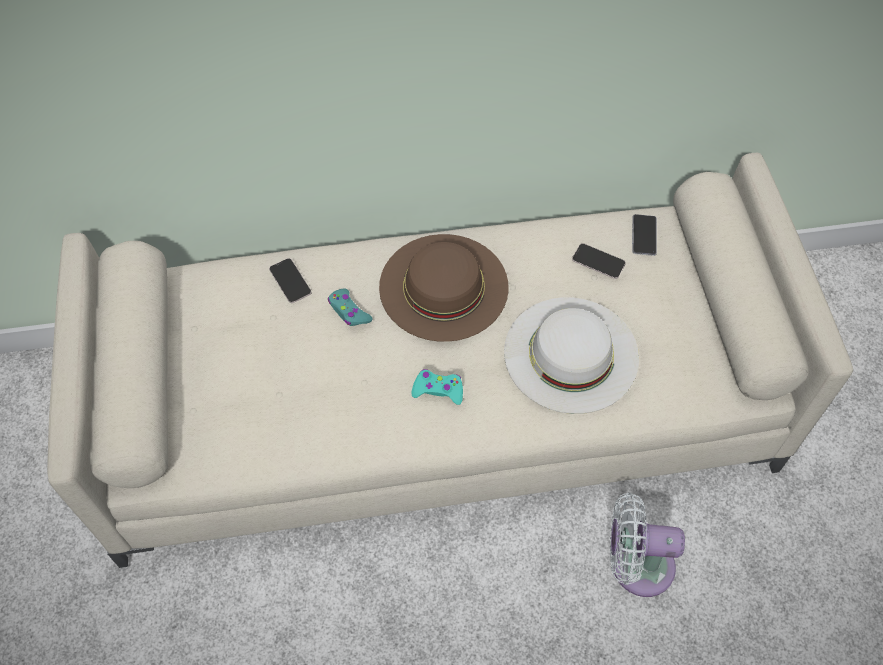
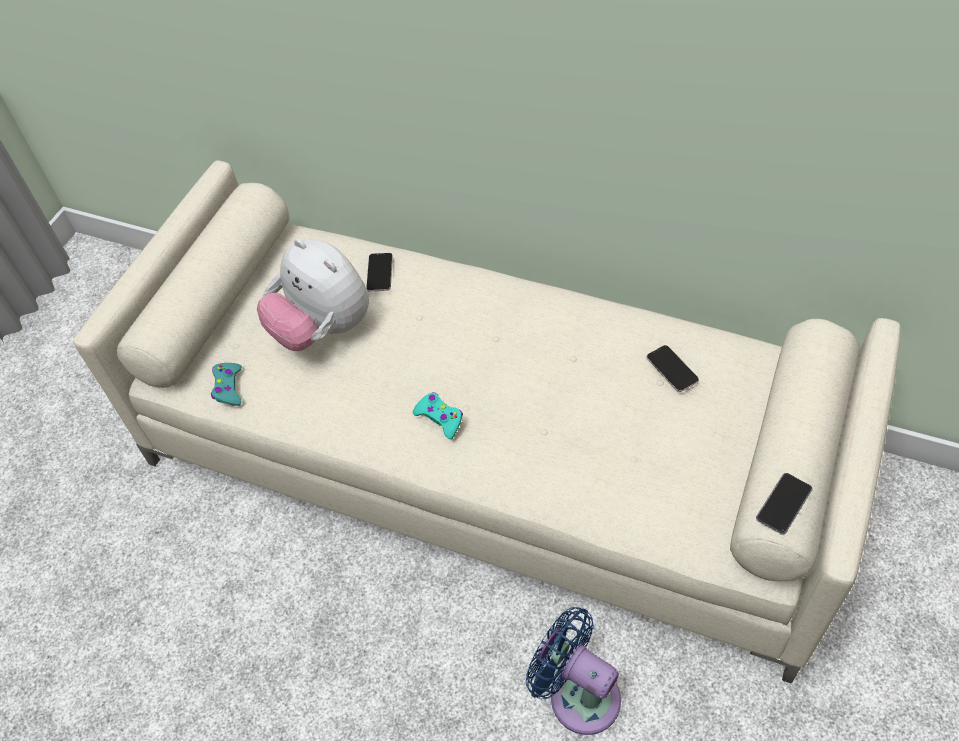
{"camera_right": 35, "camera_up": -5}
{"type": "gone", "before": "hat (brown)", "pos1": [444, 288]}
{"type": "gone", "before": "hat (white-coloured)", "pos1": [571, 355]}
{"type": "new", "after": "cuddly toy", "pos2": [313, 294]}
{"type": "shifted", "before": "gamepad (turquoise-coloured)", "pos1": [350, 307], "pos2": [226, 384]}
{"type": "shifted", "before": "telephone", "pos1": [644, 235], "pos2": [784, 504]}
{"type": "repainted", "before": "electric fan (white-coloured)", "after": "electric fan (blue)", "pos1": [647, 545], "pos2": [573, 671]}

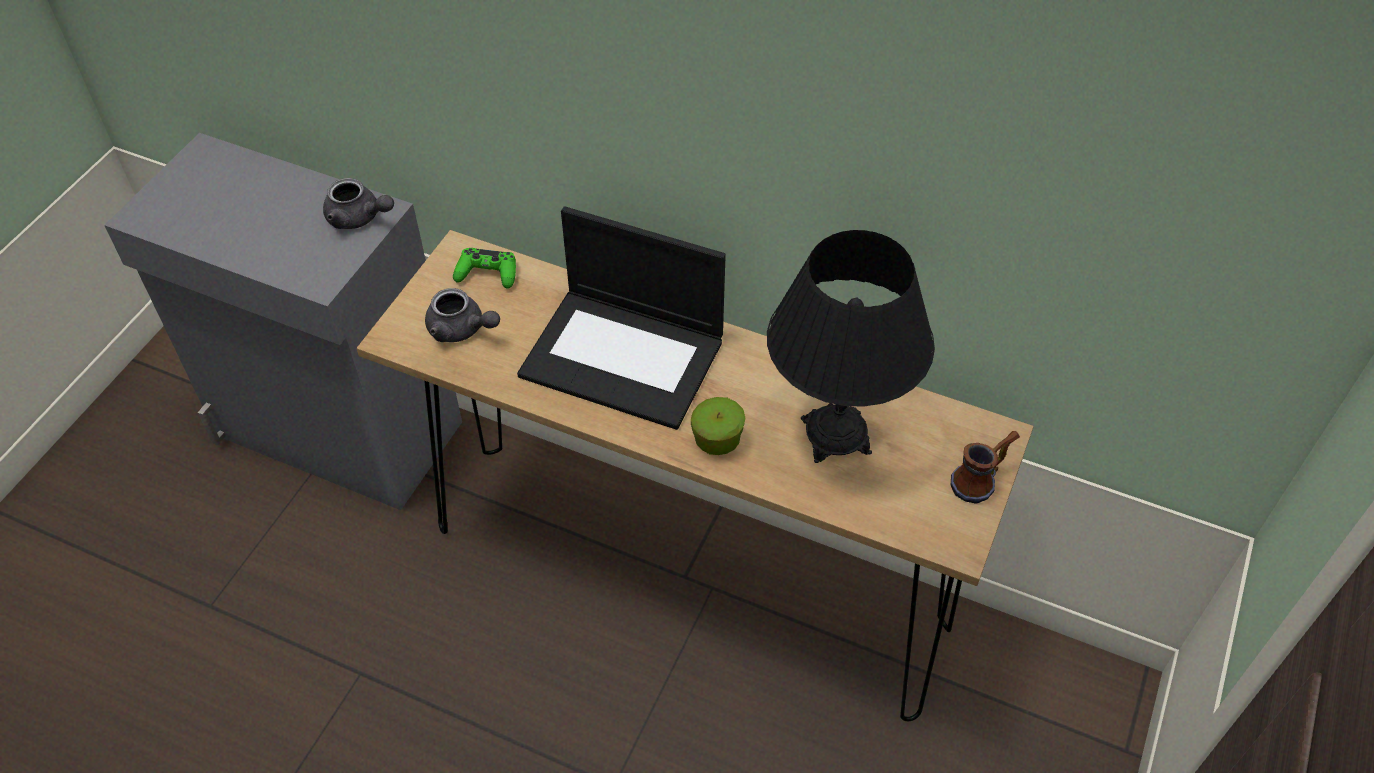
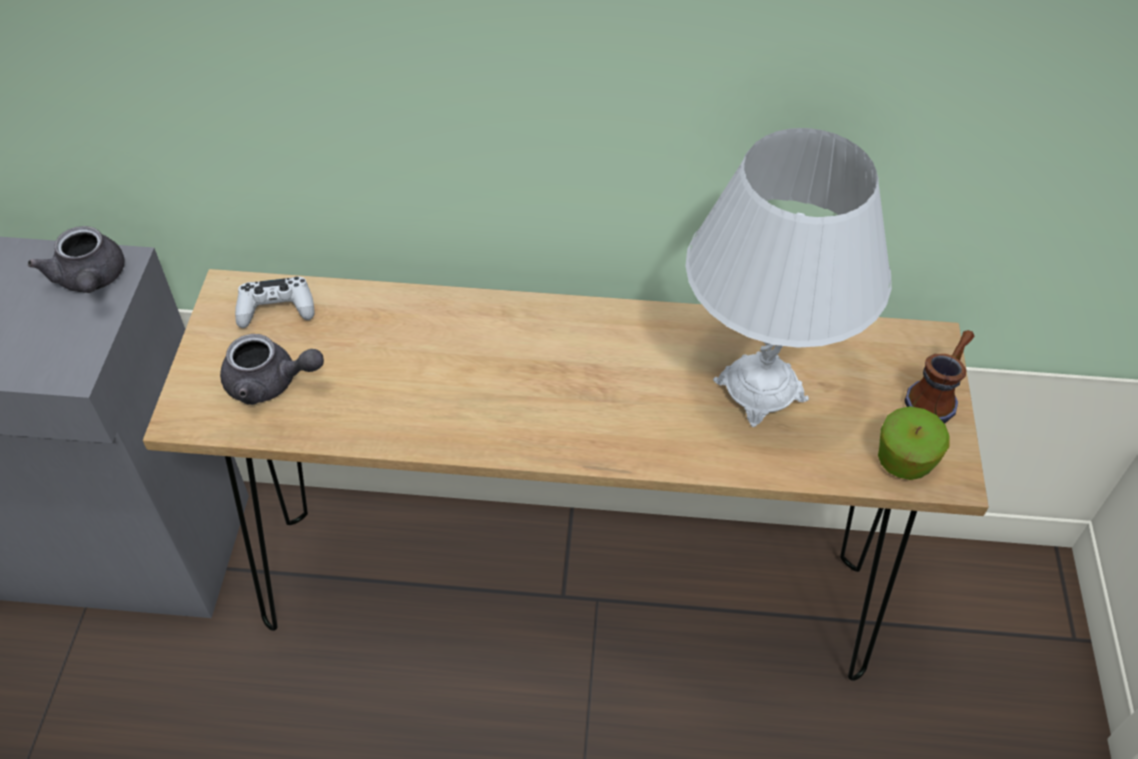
{"camera_right": -20, "camera_up": 0}
{"type": "gone", "before": "notebook computer", "pos1": [621, 318]}
{"type": "shifted", "before": "apple", "pos1": [718, 426], "pos2": [914, 443]}
{"type": "repainted", "before": "gamepad (green)", "after": "gamepad (white-coloured)", "pos1": [484, 268], "pos2": [275, 302]}
{"type": "repainted", "before": "lamp for a table (black-coloured)", "after": "lamp for a table (white-coloured)", "pos1": [851, 346], "pos2": [788, 277]}
{"type": "rotated", "before": "teapot (greyish)", "pos1": [358, 203], "pos2": [76, 259], "turn": 60}

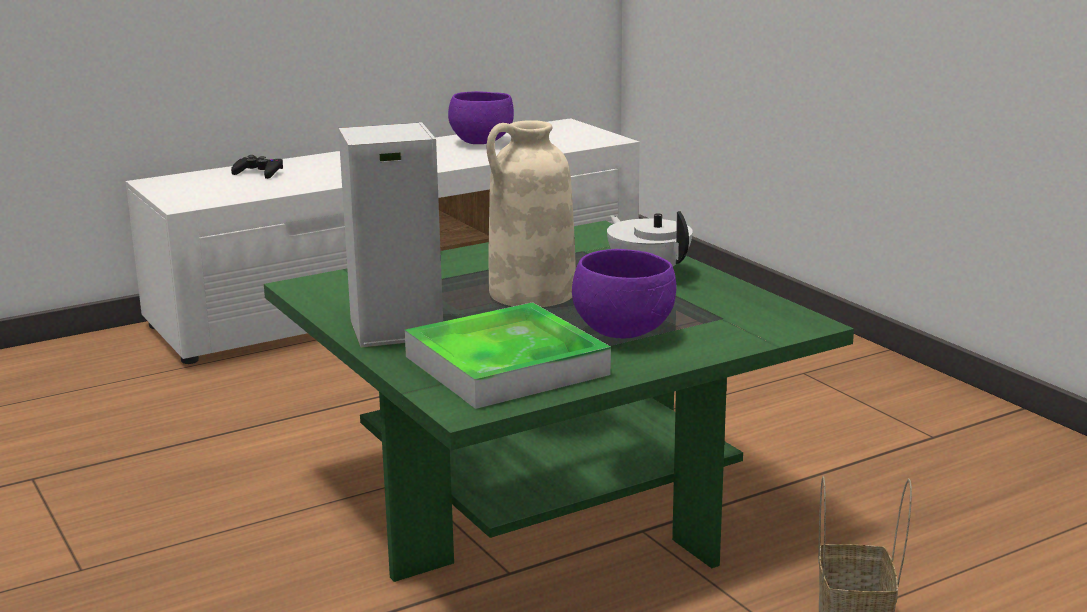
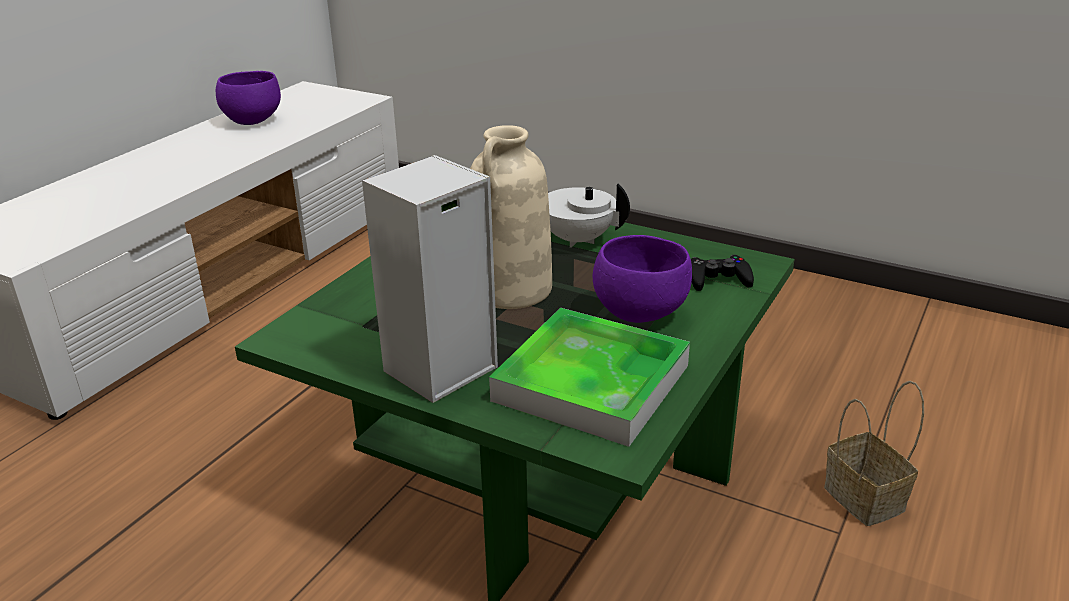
{"camera_right": -30, "camera_up": 10}
{"type": "shifted", "before": "gamepad (black-coloured)", "pos1": [257, 167], "pos2": [722, 273]}

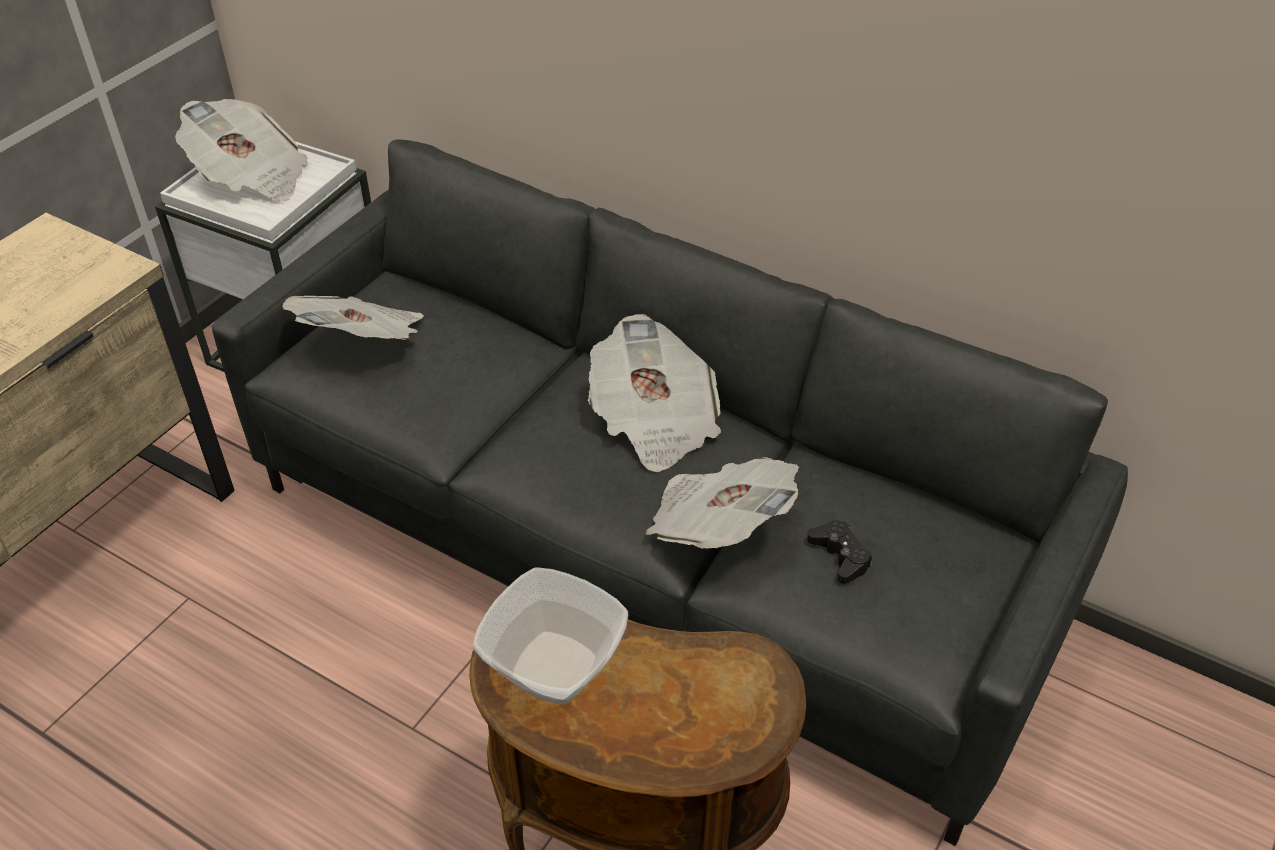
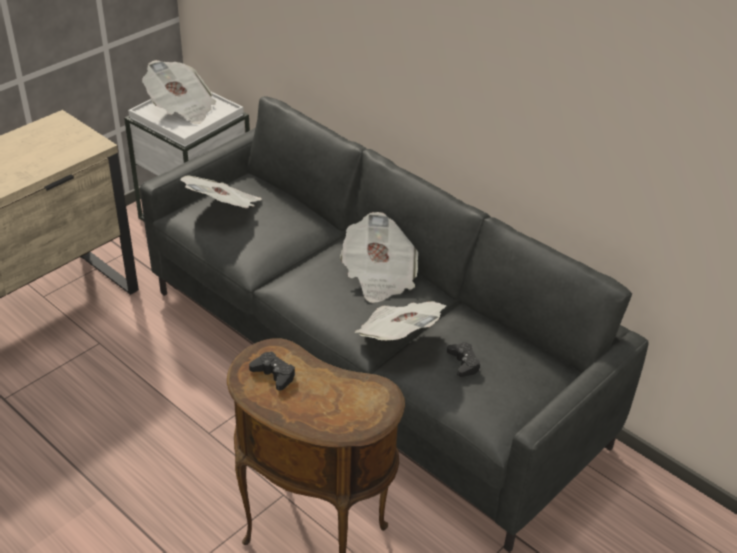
{"camera_right": 10, "camera_up": -5}
{"type": "swapped", "before": "deep dish", "after": "gamepad (black-coloured)", "pos1": [550, 635], "pos2": [272, 371]}

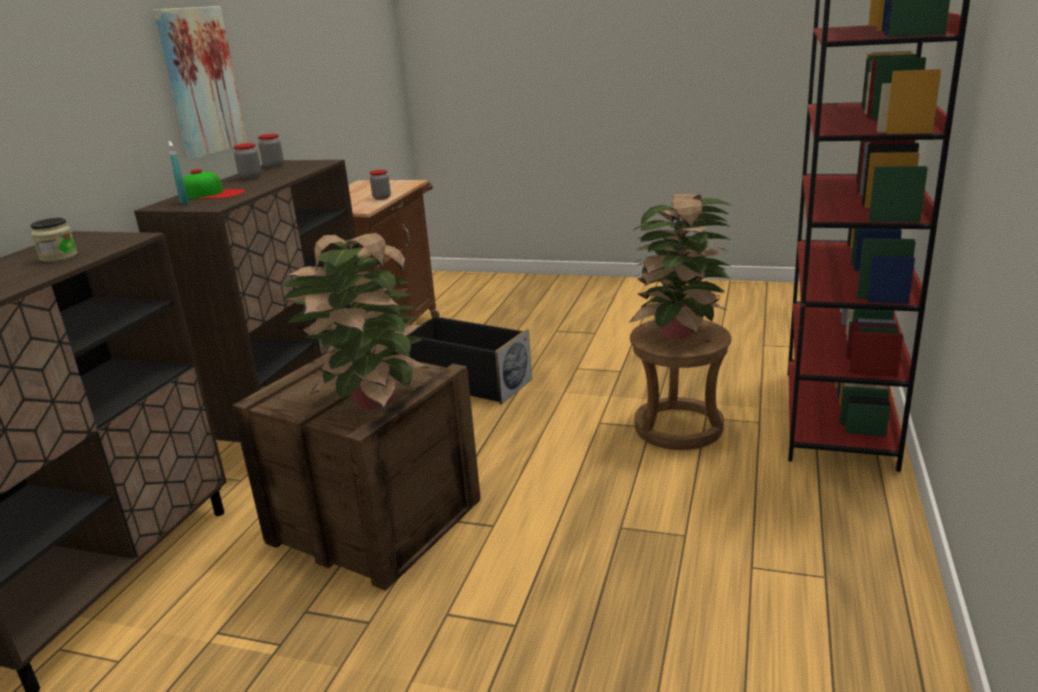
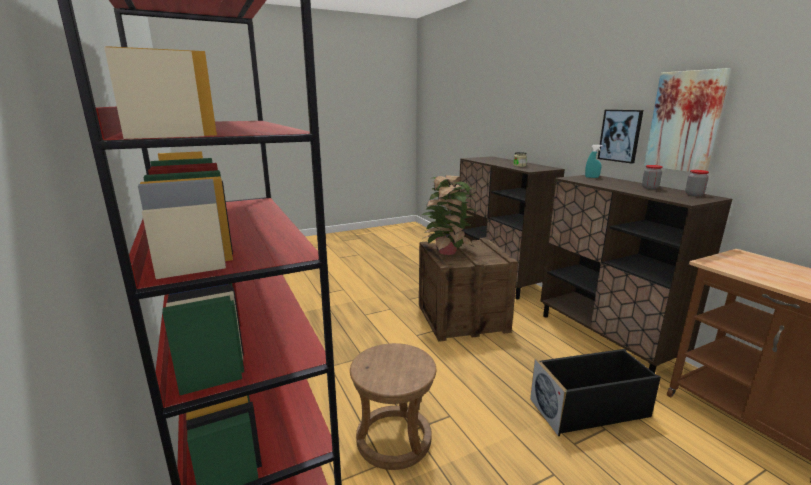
{"camera_right": 135, "camera_up": -5}
{"type": "gone", "before": "peaked cap", "pos1": [214, 184]}
{"type": "gone", "before": "storage jar", "pos1": [380, 185]}
{"type": "gone", "before": "plant in a pot", "pos1": [680, 266]}
{"type": "new", "after": "wall art", "pos2": [620, 137]}

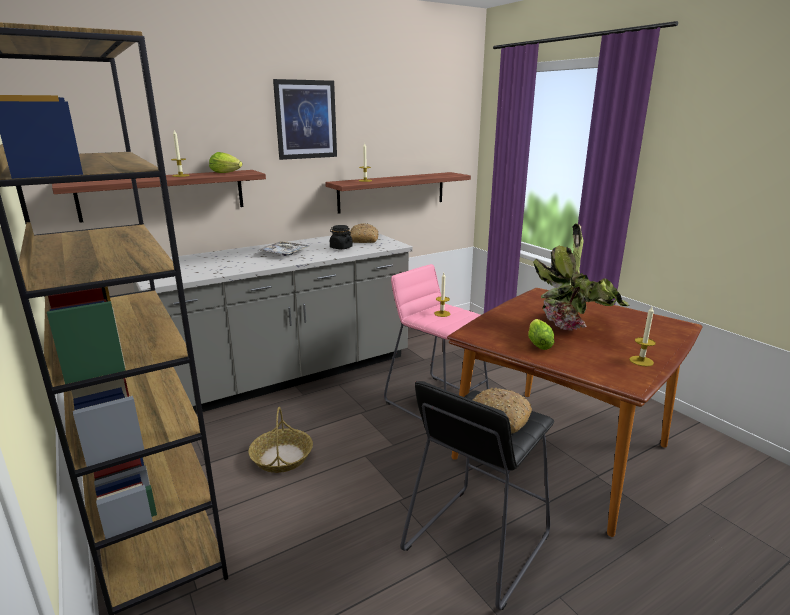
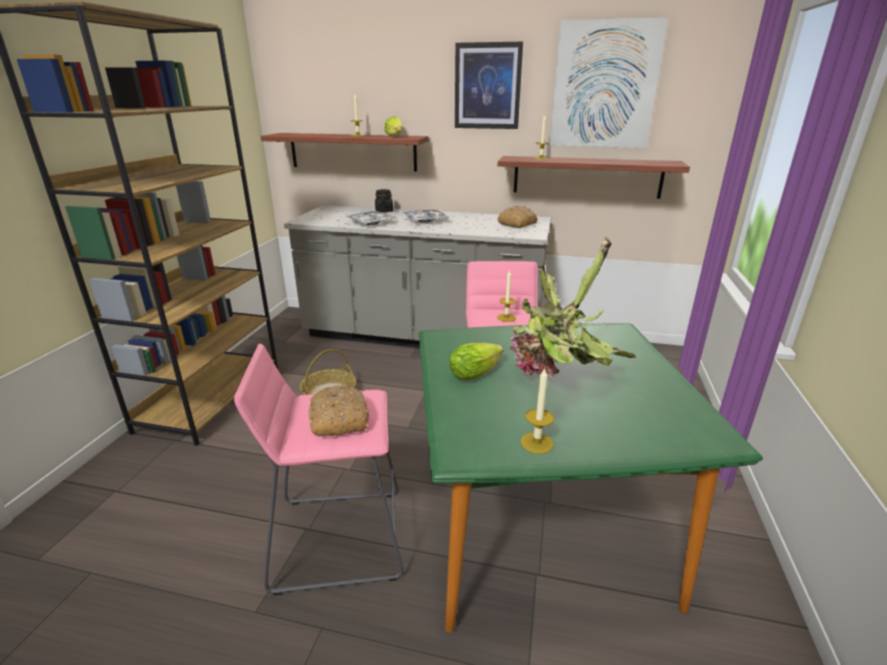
{"camera_right": 45, "camera_up": 5}
{"type": "new", "after": "tray", "pos2": [371, 218]}
{"type": "new", "after": "wall art", "pos2": [608, 83]}
{"type": "shifted", "before": "storage jar (black-coloured)", "pos1": [341, 237], "pos2": [384, 201]}
{"type": "repainted", "before": "stool (black-coloured)", "after": "stool (pinkish)", "pos1": [477, 495], "pos2": [318, 469]}
{"type": "repainted", "before": "dining table (brown)", "after": "dining table (green)", "pos1": [575, 412], "pos2": [591, 478]}

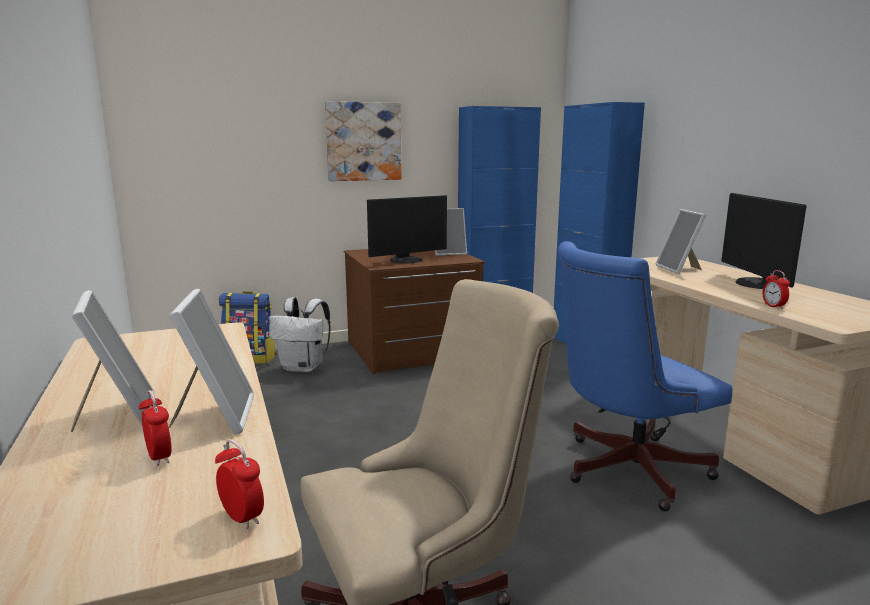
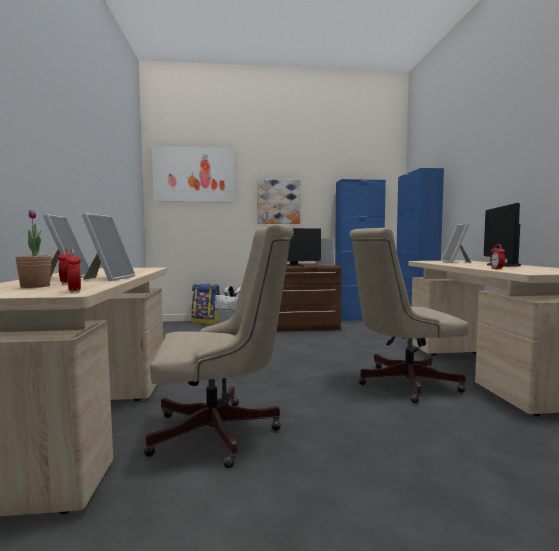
{"camera_right": 15, "camera_up": -10}
{"type": "new", "after": "plant in a pot", "pos2": [33, 249]}
{"type": "new", "after": "wall art", "pos2": [193, 174]}
{"type": "repainted", "before": "computer chair (blue)", "after": "computer chair (beige-coloured)", "pos1": [645, 376], "pos2": [409, 315]}

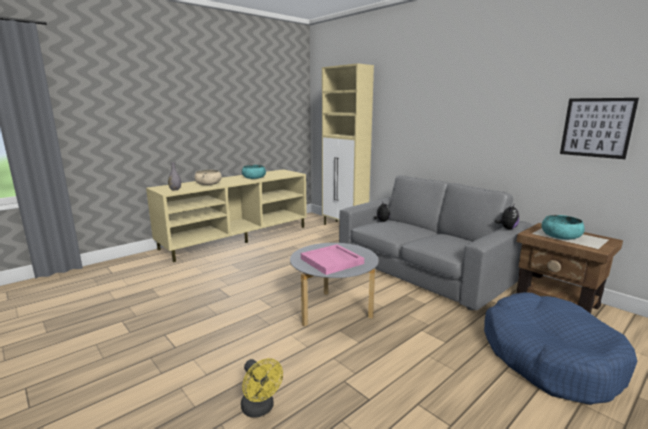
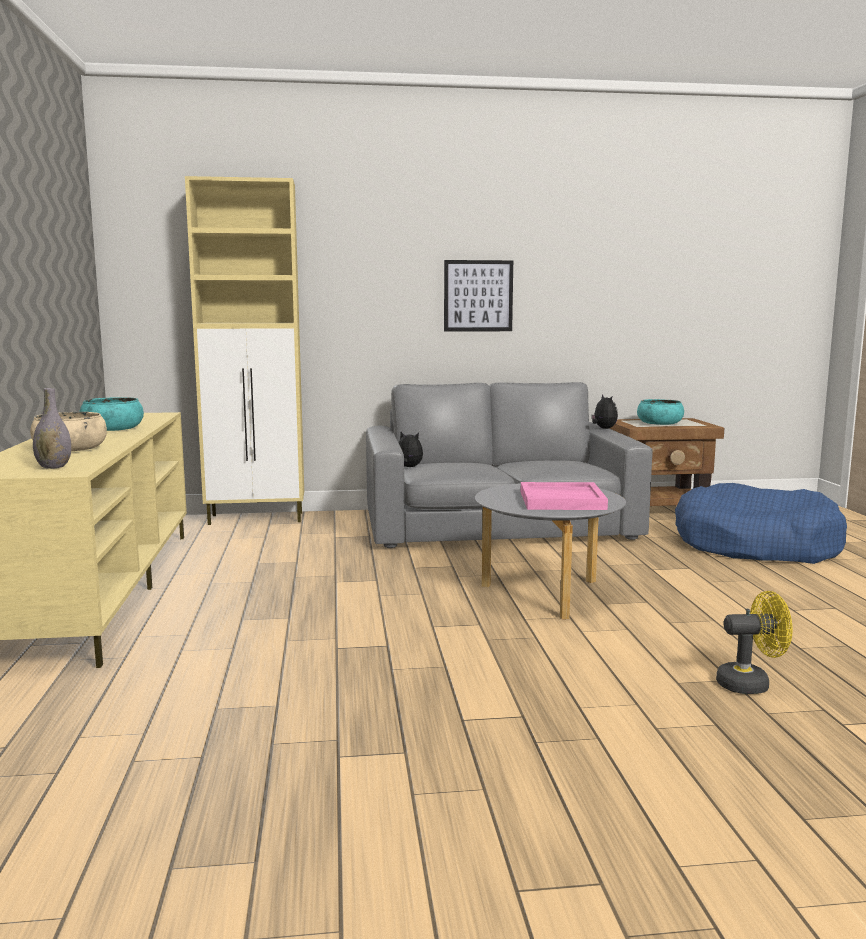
{"camera_right": -55, "camera_up": -5}
{"type": "shifted", "before": "wall art", "pos1": [599, 128], "pos2": [478, 296]}

